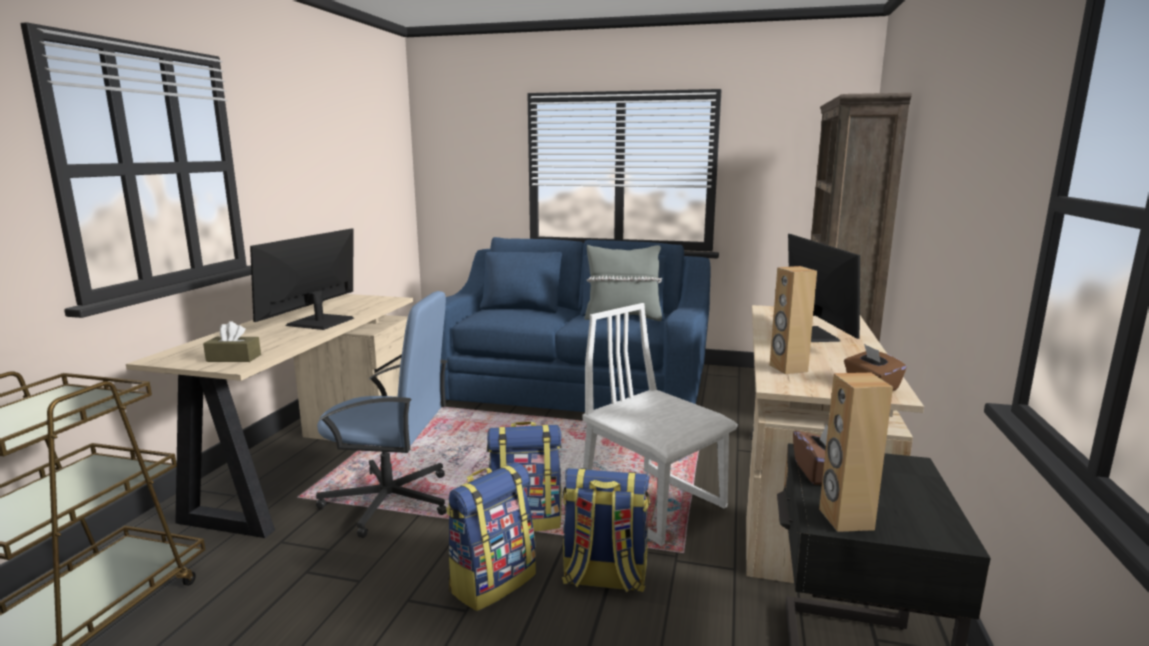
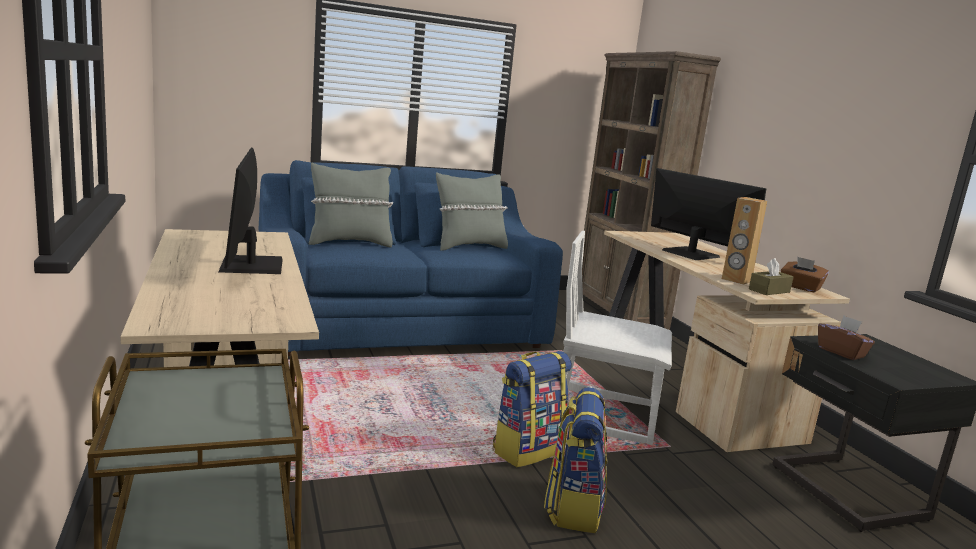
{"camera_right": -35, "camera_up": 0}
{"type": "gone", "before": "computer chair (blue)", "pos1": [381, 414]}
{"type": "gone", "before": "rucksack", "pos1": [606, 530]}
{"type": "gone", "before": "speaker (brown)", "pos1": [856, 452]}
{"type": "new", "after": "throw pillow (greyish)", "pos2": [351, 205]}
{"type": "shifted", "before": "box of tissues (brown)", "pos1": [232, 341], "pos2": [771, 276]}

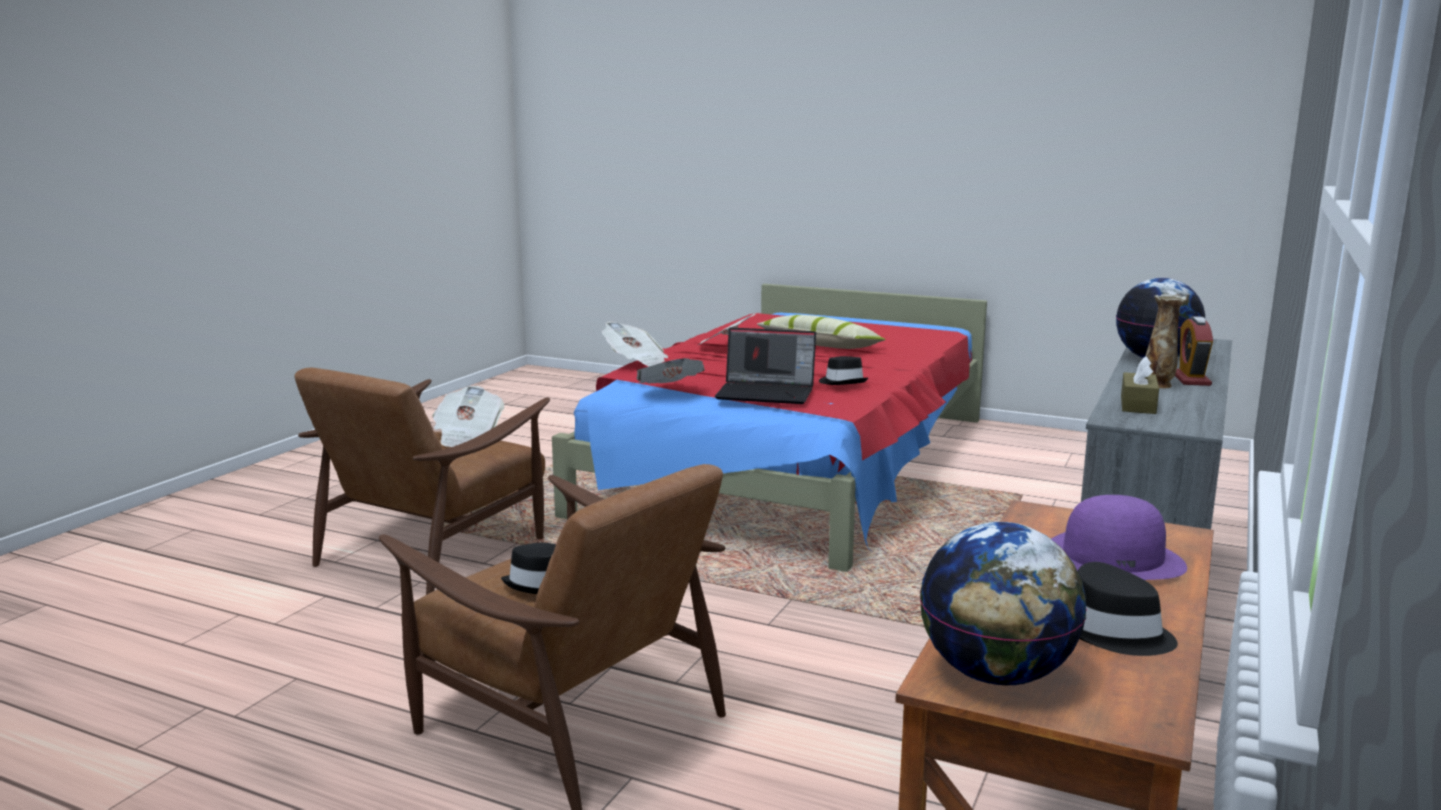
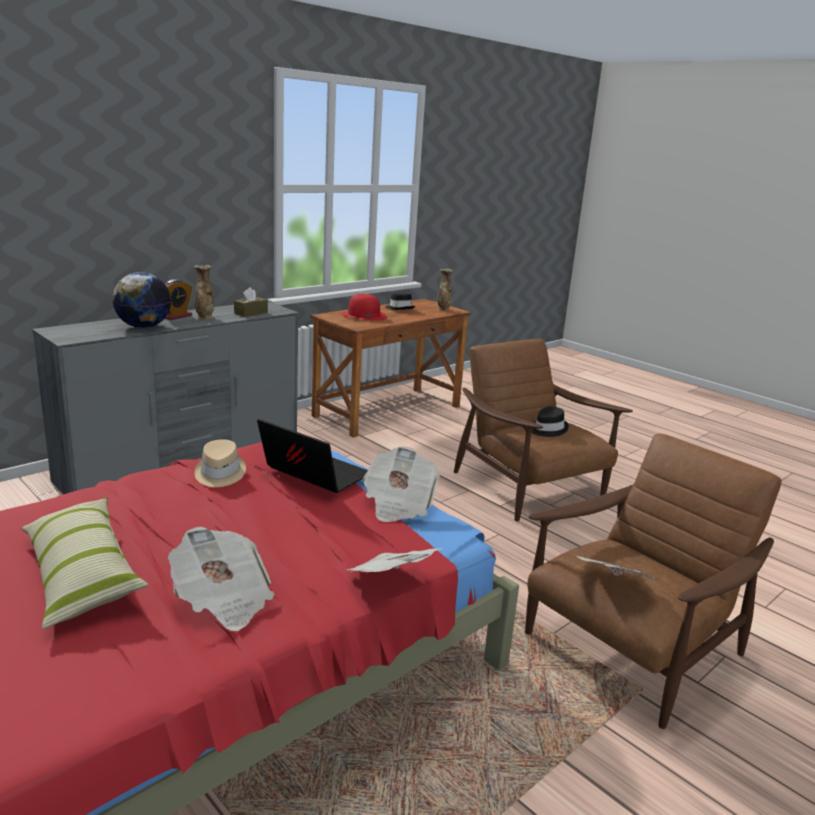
{"camera_right": -160, "camera_up": 5}
{"type": "swapped", "before": "globe", "after": "flower vase", "pos1": [1003, 603], "pos2": [445, 290]}
{"type": "repainted", "before": "hat (black-coloured)", "after": "hat (beige-coloured)", "pos1": [843, 370], "pos2": [220, 463]}
{"type": "repainted", "before": "hat (purplish)", "after": "hat (red)", "pos1": [1119, 537], "pos2": [364, 307]}

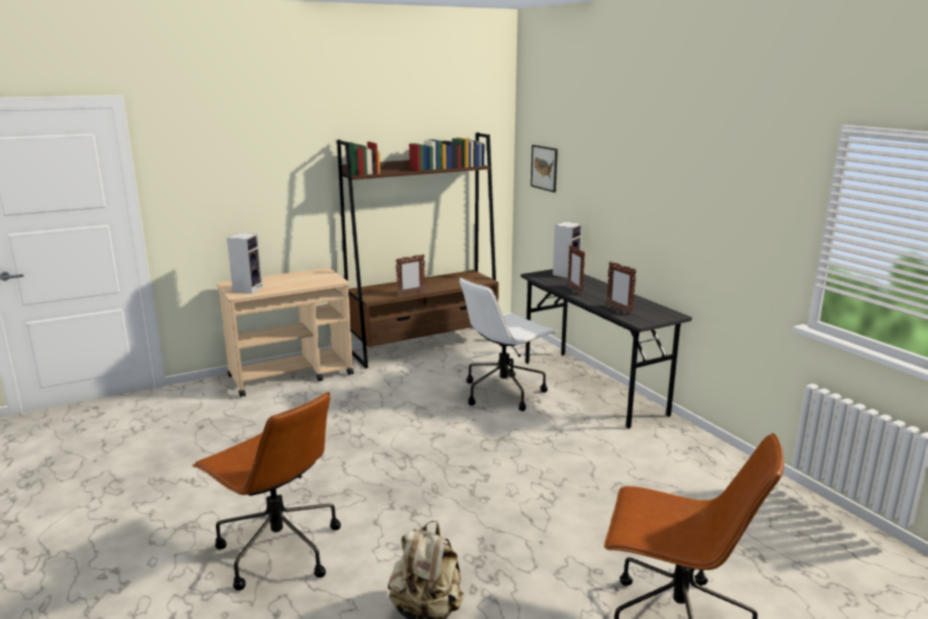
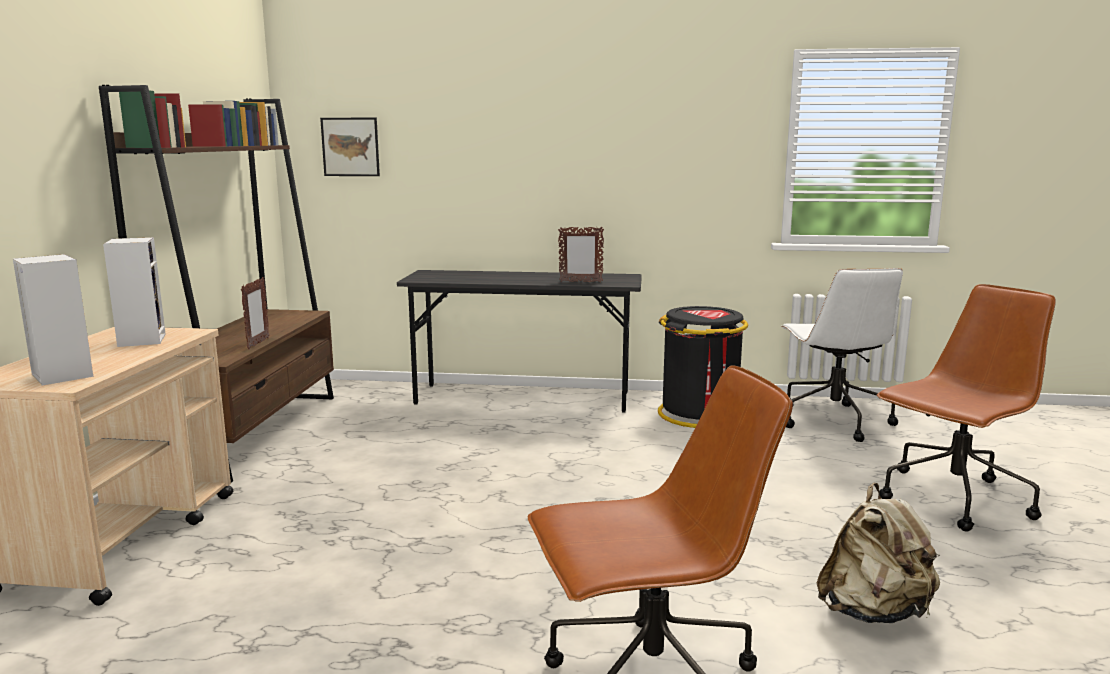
{"camera_right": -55, "camera_up": -5}
{"type": "gone", "before": "photo frame", "pos1": [576, 269]}
{"type": "new", "after": "waste bin (black-coloured)", "pos2": [703, 367]}
{"type": "shifted", "before": "computer chair (white-coloured)", "pos1": [508, 344], "pos2": [842, 355]}
{"type": "shifted", "before": "speaker", "pos1": [567, 250], "pos2": [134, 292]}

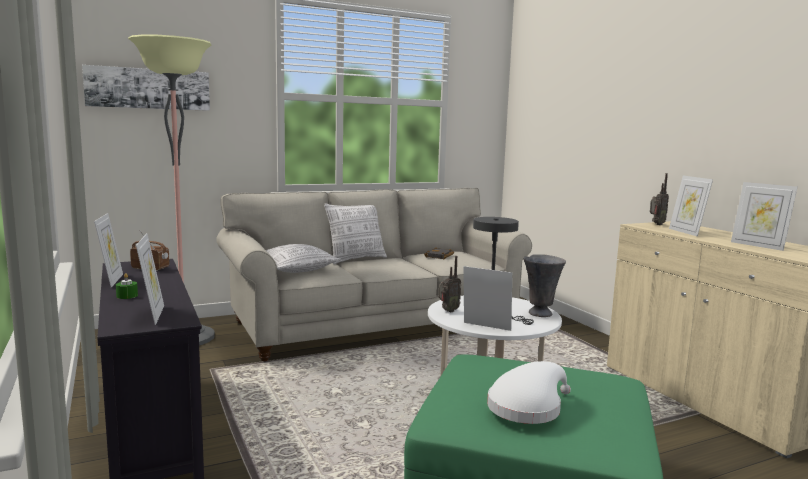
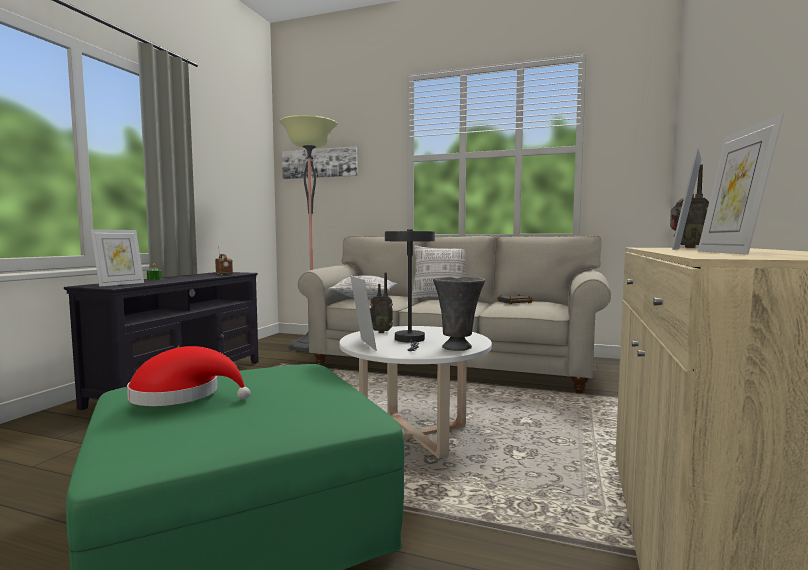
{"camera_right": 45, "camera_up": -5}
{"type": "gone", "before": "photo frame", "pos1": [108, 250]}
{"type": "repainted", "before": "hat (white-coloured)", "after": "hat (red)", "pos1": [529, 392], "pos2": [188, 376]}

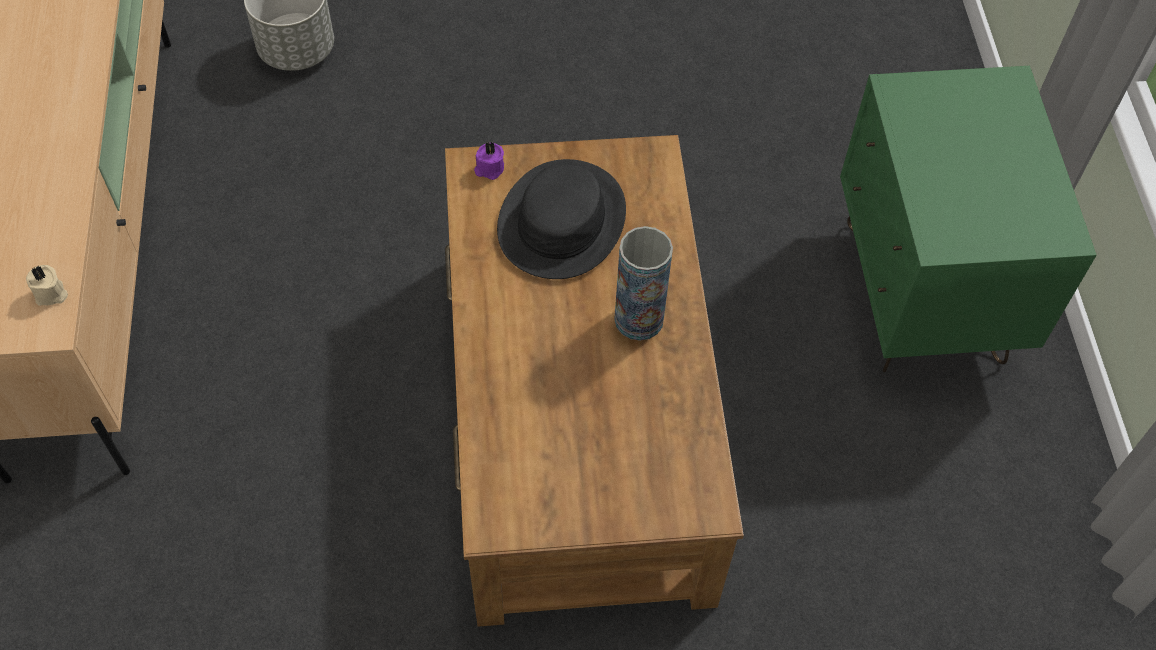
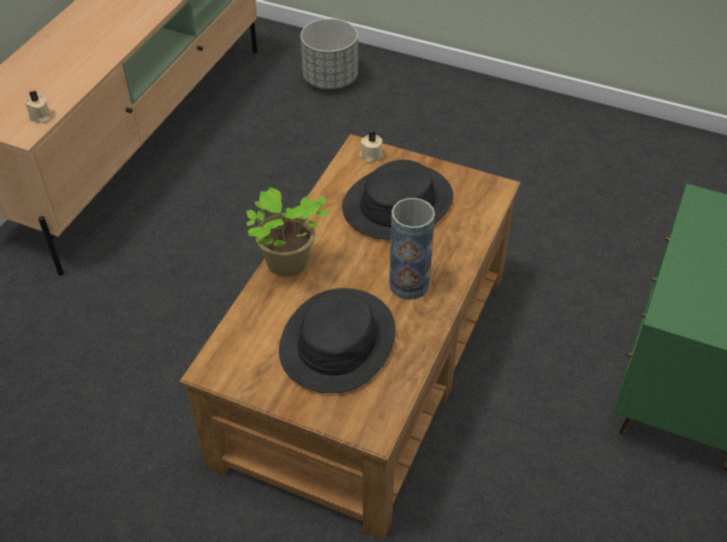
{"camera_right": 30, "camera_up": -10}
{"type": "new", "after": "plant in a pot", "pos2": [288, 232]}
{"type": "new", "after": "hat (black-coloured)", "pos2": [337, 340]}
{"type": "repainted", "before": "candle (purplish)", "after": "candle (beige-coloured)", "pos1": [489, 161], "pos2": [371, 147]}

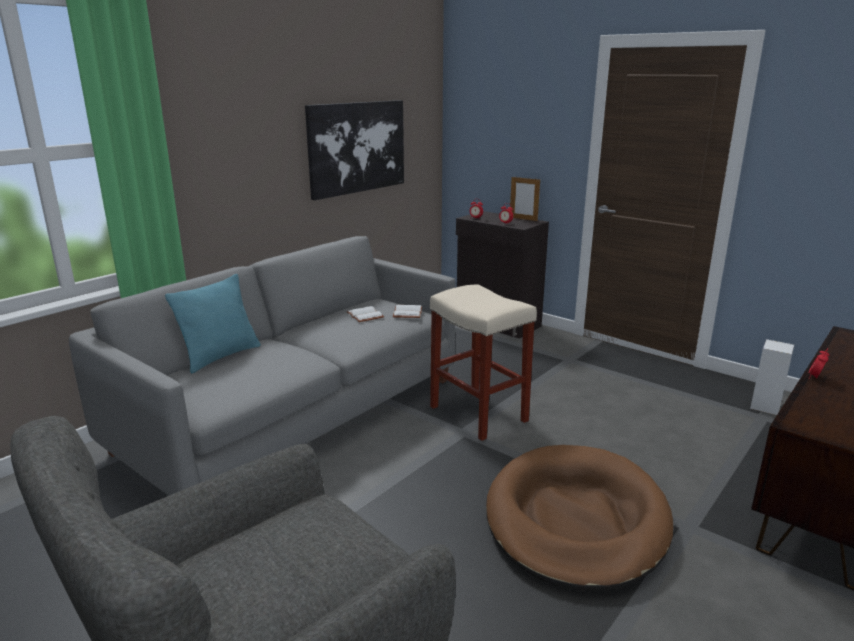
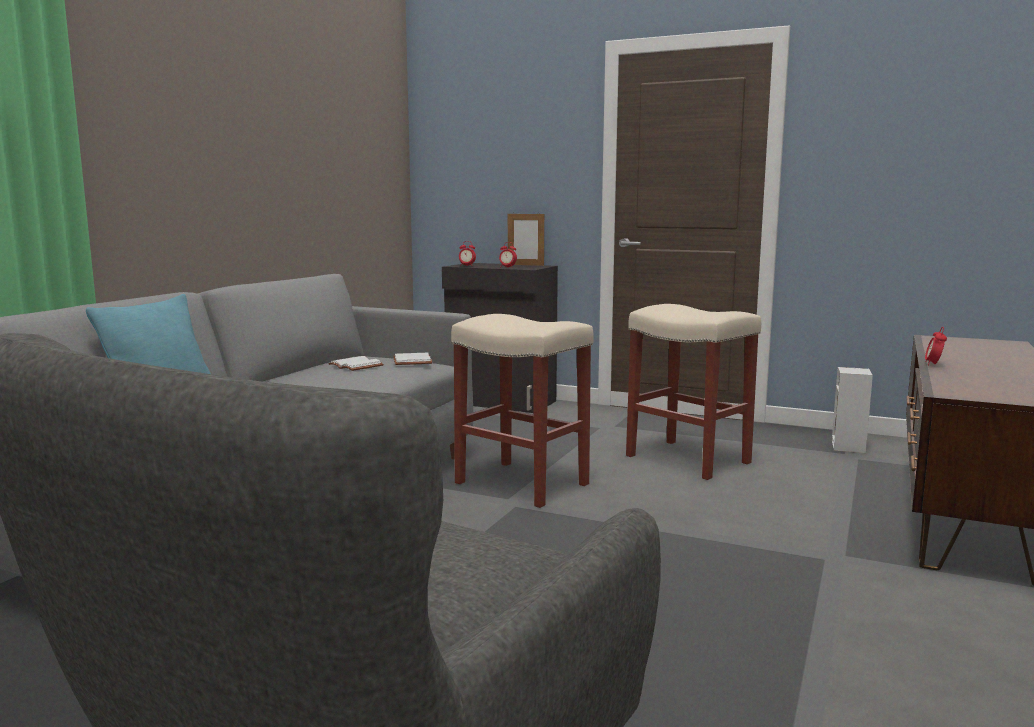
{"camera_right": -15, "camera_up": -10}
{"type": "gone", "before": "wall art", "pos1": [354, 150]}
{"type": "gone", "before": "pet bed (brown)", "pos1": [579, 518]}
{"type": "new", "after": "stool (beige-coloured)", "pos2": [693, 392]}

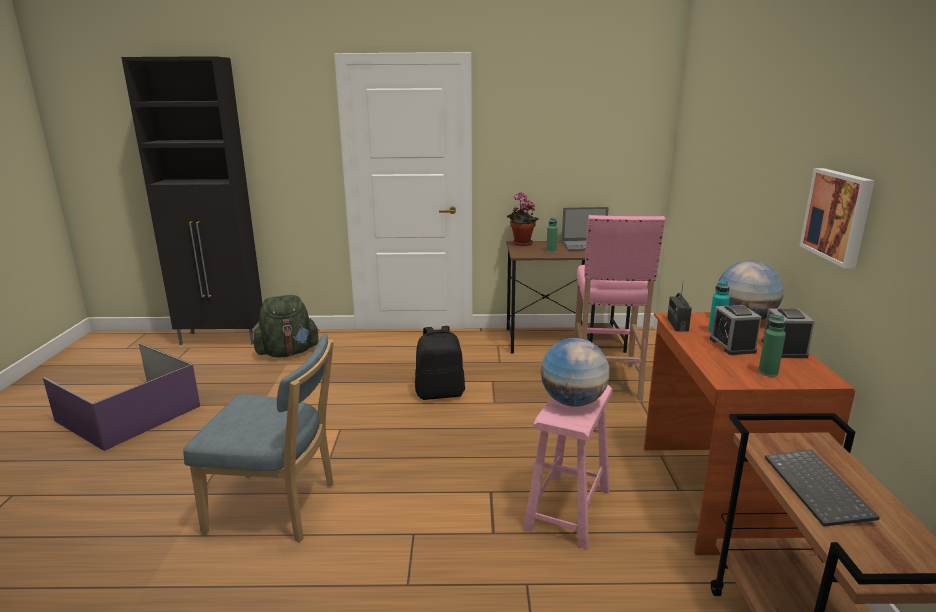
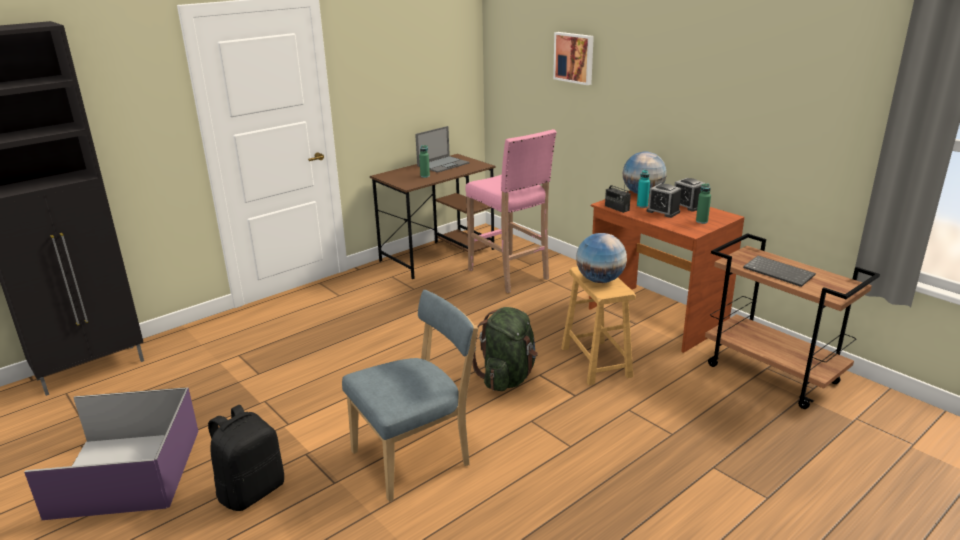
{"camera_right": -40, "camera_up": 5}
{"type": "gone", "before": "plant in a pot", "pos1": [523, 219]}
{"type": "shifted", "before": "rucksack (green)", "pos1": [286, 326], "pos2": [505, 349]}
{"type": "shifted", "before": "rucksack (black-coloured)", "pos1": [440, 363], "pos2": [246, 458]}
{"type": "shifted", "before": "wall art", "pos1": [837, 218], "pos2": [573, 58]}
{"type": "repainted", "before": "stool (pinkish)", "after": "stool (brown)", "pos1": [568, 467], "pos2": [598, 325]}

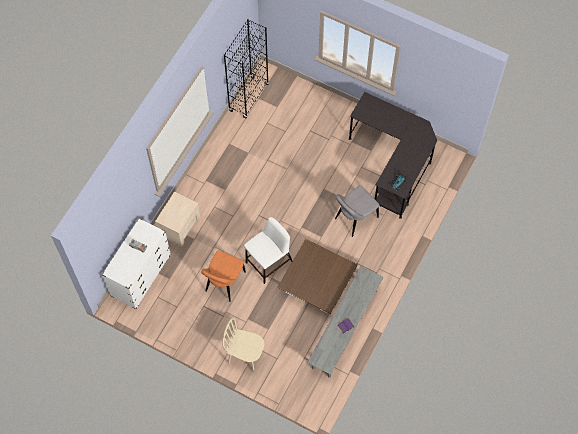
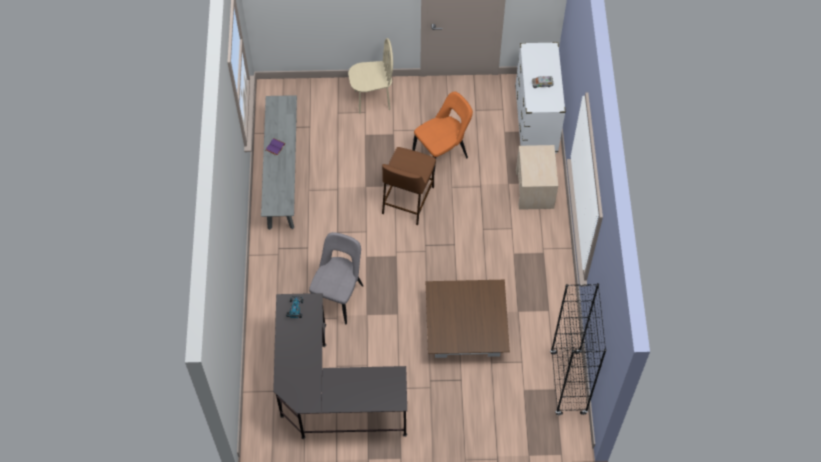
{"camera_right": 150, "camera_up": -5}
{"type": "shifted", "before": "low table (brown)", "pos1": [318, 276], "pos2": [468, 319]}
{"type": "repainted", "before": "stool (white-coloured)", "after": "stool (brown)", "pos1": [268, 250], "pos2": [409, 186]}
{"type": "rotated", "before": "plain chair (orange-coloured)", "pos1": [223, 276], "pos2": [442, 132], "turn": 60}

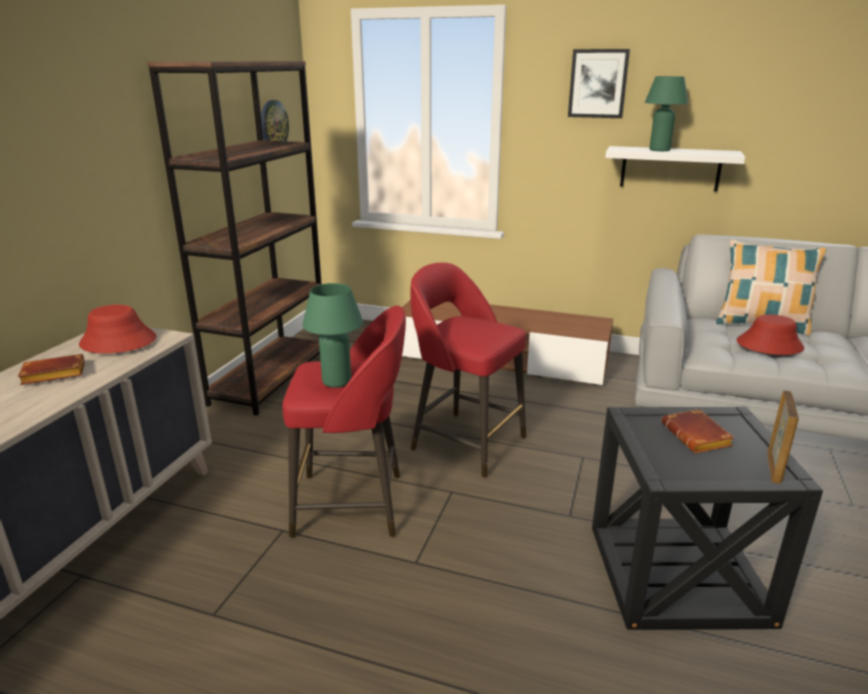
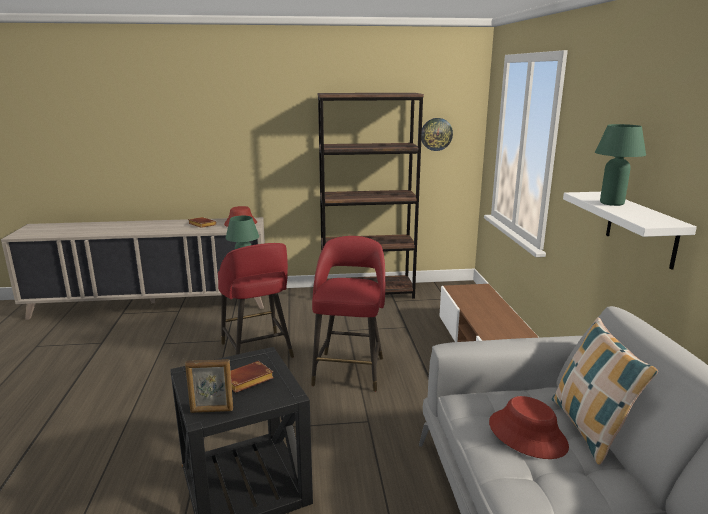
{"camera_right": 65, "camera_up": -5}
{"type": "gone", "before": "wall art", "pos1": [599, 83]}

